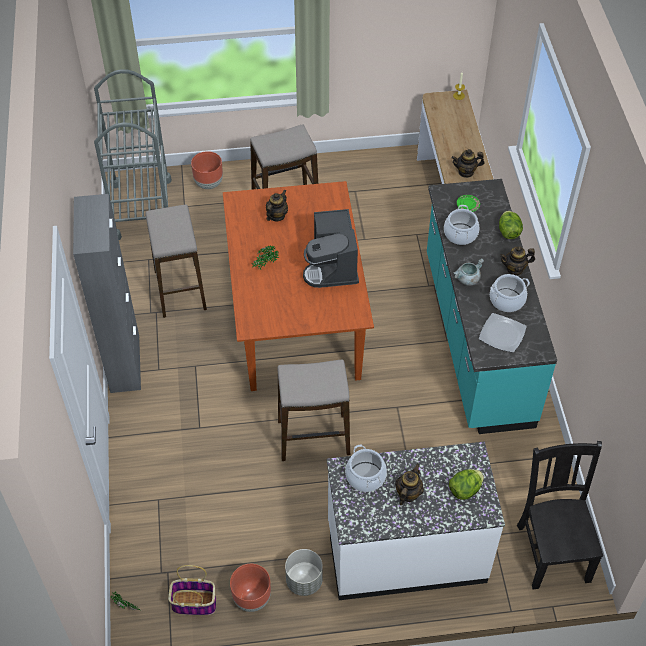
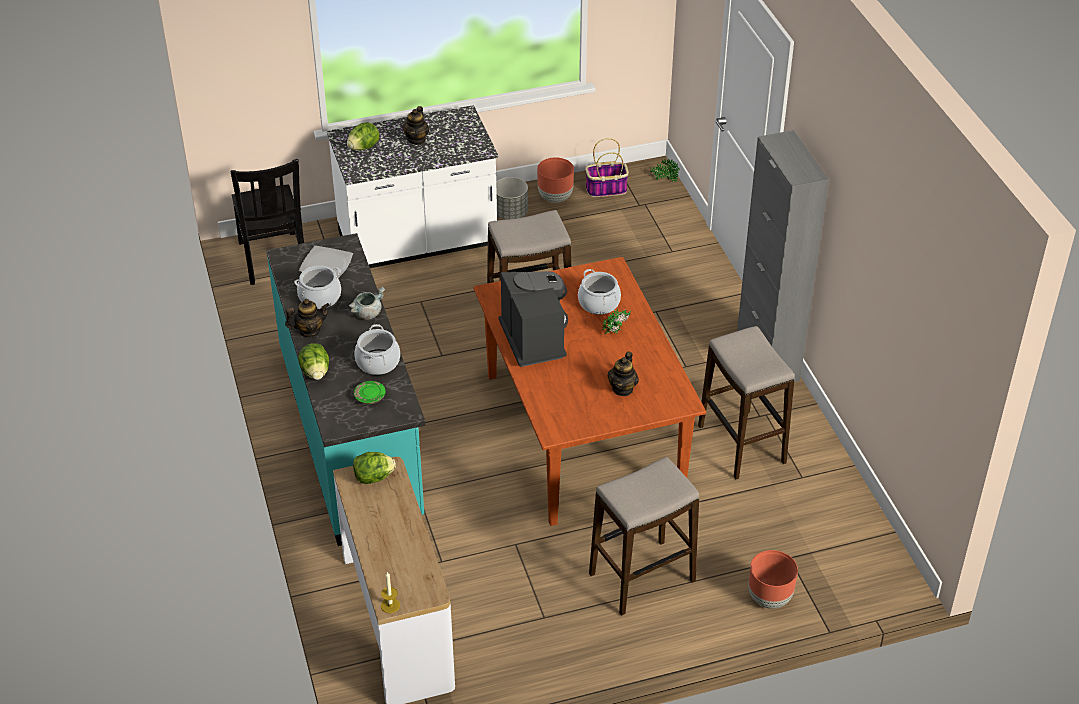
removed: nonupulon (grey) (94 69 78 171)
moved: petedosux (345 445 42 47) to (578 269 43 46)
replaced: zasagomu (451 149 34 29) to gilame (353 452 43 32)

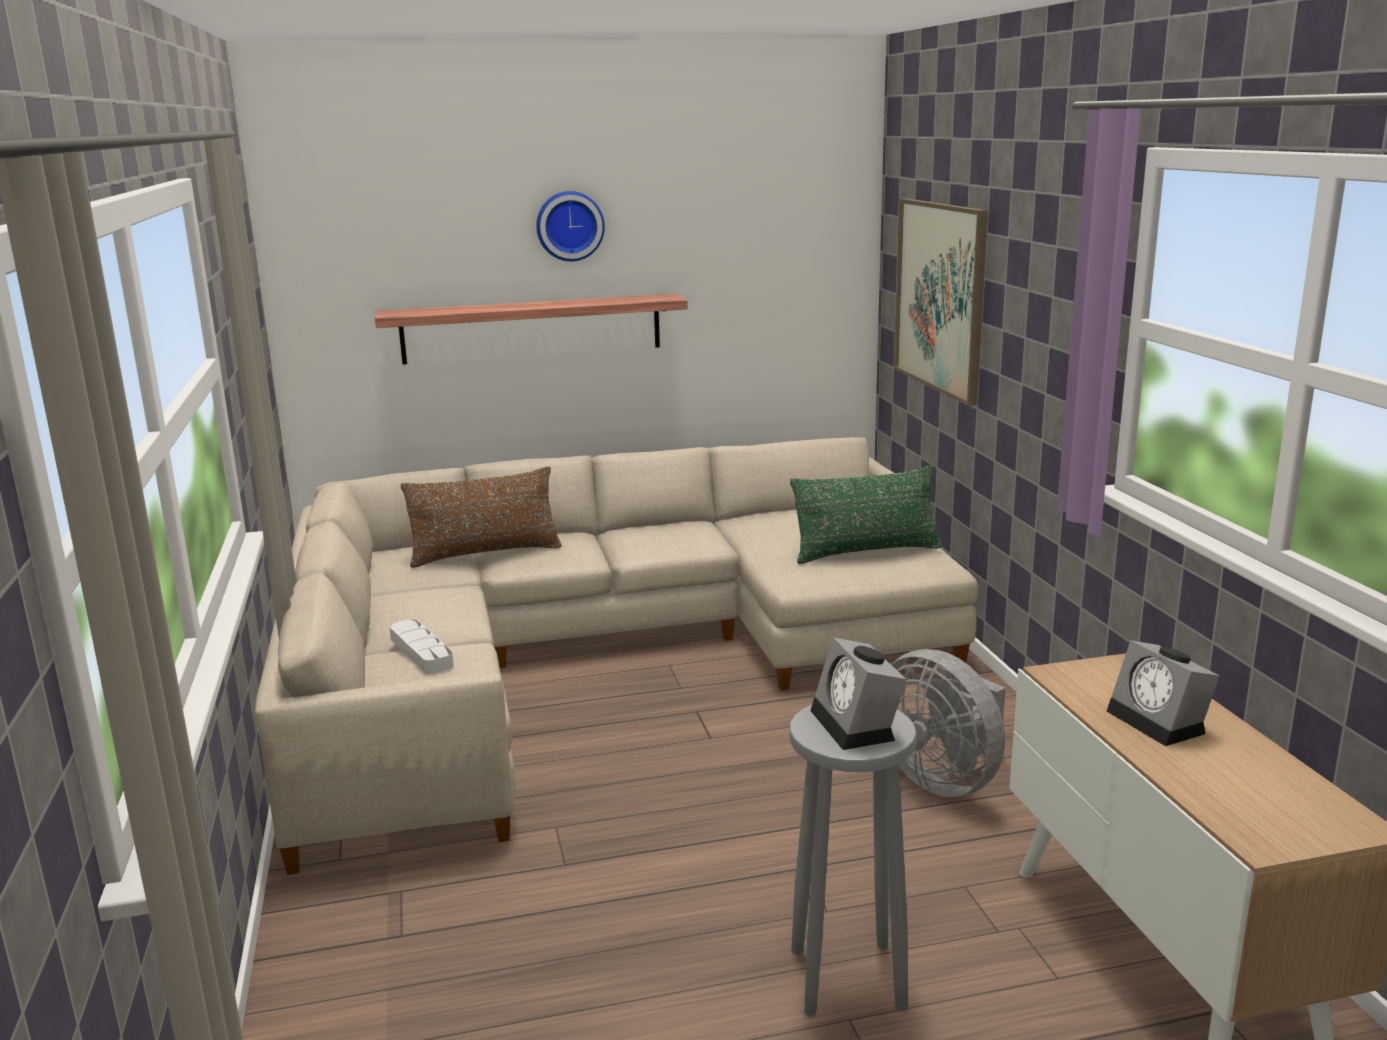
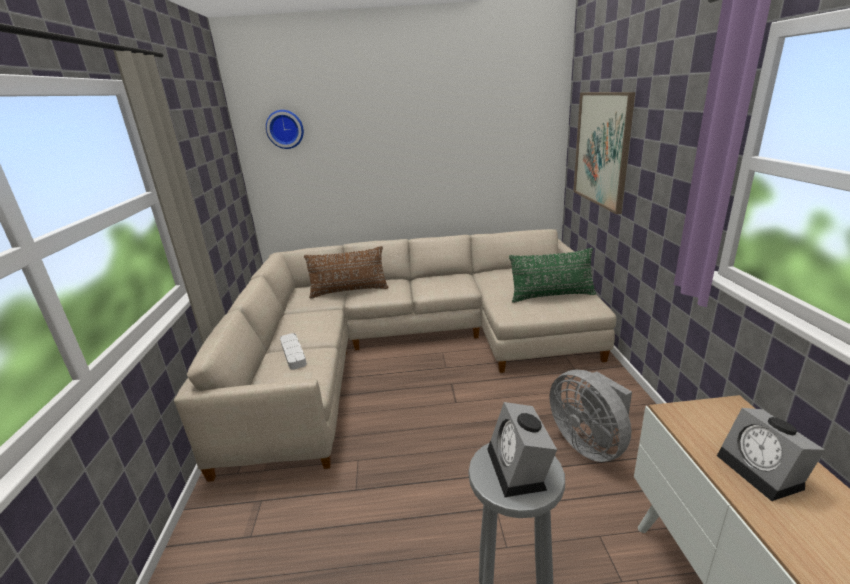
removed: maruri (375 294 313 71)
moved: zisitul (536 191 69 70) to (266 110 38 39)

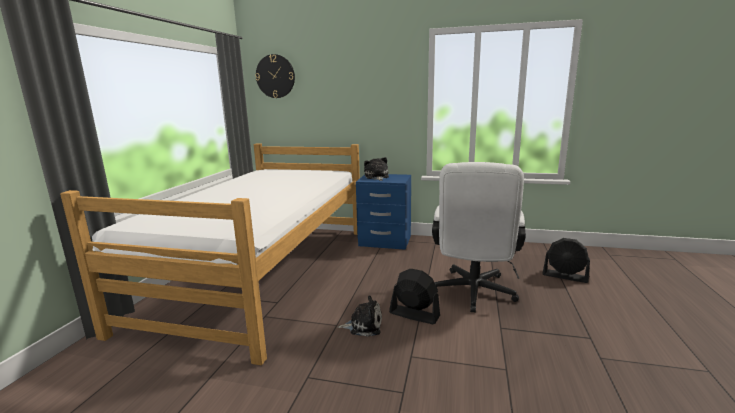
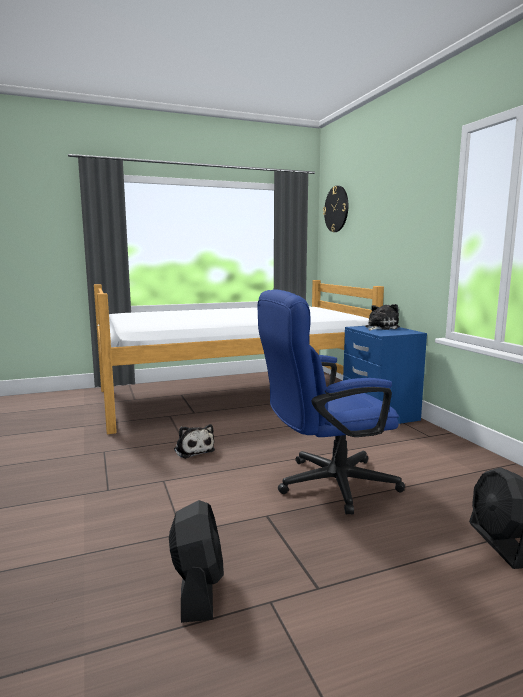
moved: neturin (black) (389 269 51 55) to (169 500 55 123)
recoloured: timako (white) (432 162 94 151) to timako (blue) (258 290 147 225)

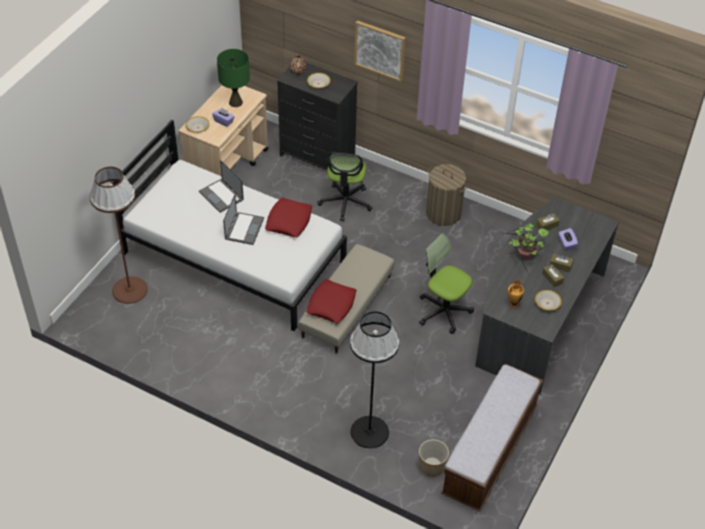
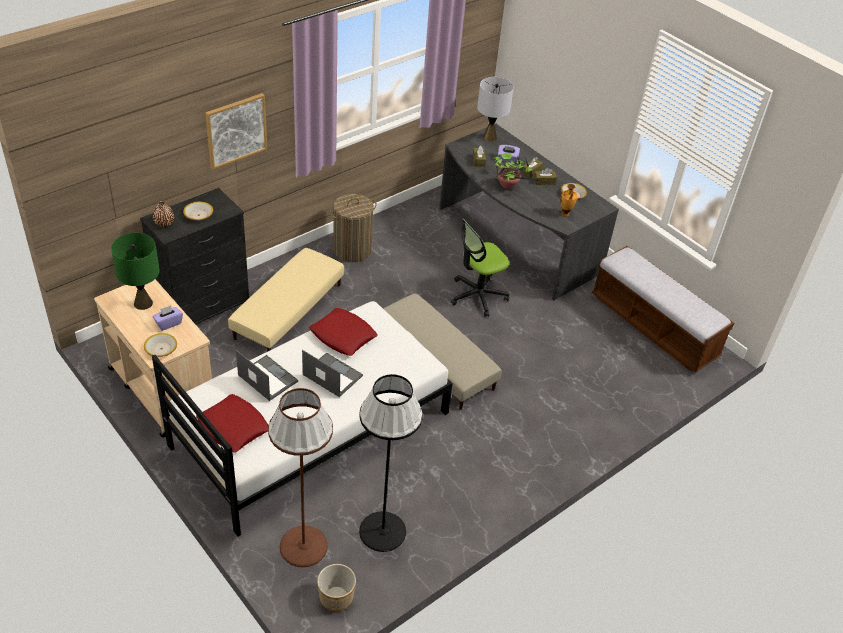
added: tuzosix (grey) (477 77 37 65)
moved: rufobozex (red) (306 279 50 45) to (196 394 72 59); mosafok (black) (350 311 50 138) to (359 374 64 178); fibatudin (419 439 30 37) to (317 564 39 48)
replaced: timako (317 152 55 69) to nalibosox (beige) (228 248 116 104)
turned: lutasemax (199 160 45 53) = (236 350 62 51) 120 degrees counterclockwise

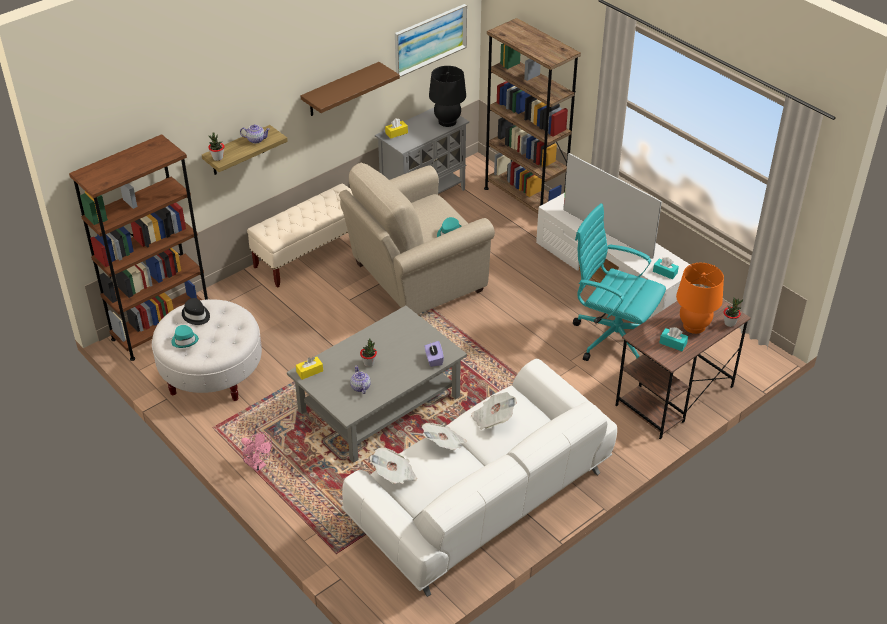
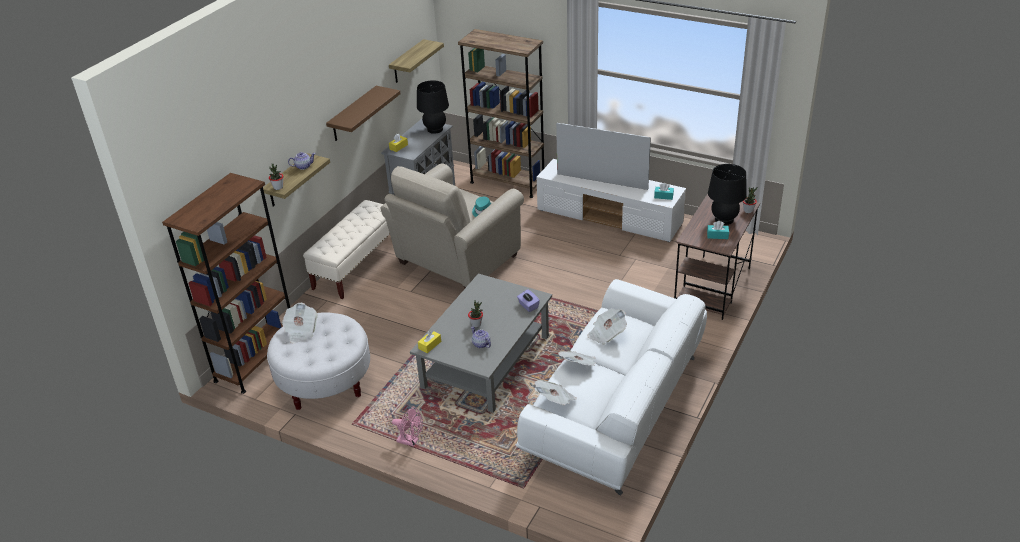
removed: timako (turquoise) (573 203 93 158); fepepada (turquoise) (172 325 27 23)
replaced: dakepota (395 4 72 73) to maruri (389 39 55 44); fepepada (black) (182 298 28 27) to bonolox (282 303 36 40)
recoloured: tuzosix (orange) (676 263 48 71) to tuzosix (black) (708 164 39 61)

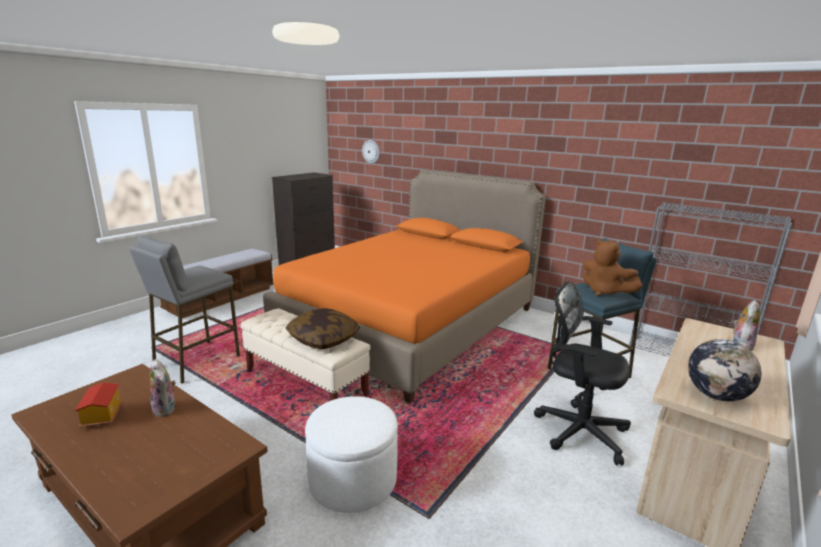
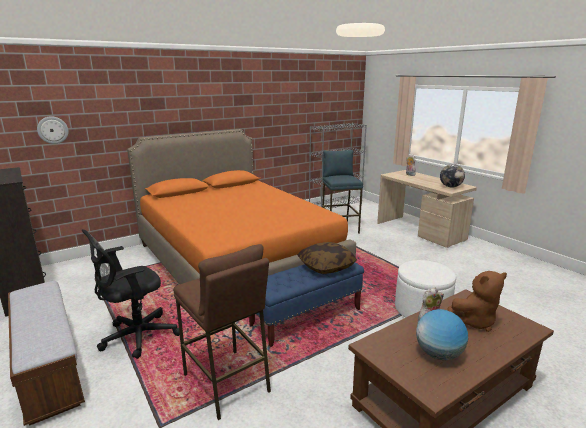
moved: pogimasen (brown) (583 239 59 57) to (447 271 60 61); timako (black) (534 282 97 183) to (82 229 98 130)
replaced: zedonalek (75 382 48 47) to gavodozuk (416 309 52 51)
recoloured: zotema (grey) (129 235 111 149) to zotema (brown) (173 244 98 176); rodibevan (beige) (241 308 129 93) to rodibevan (blue) (249 263 115 84)

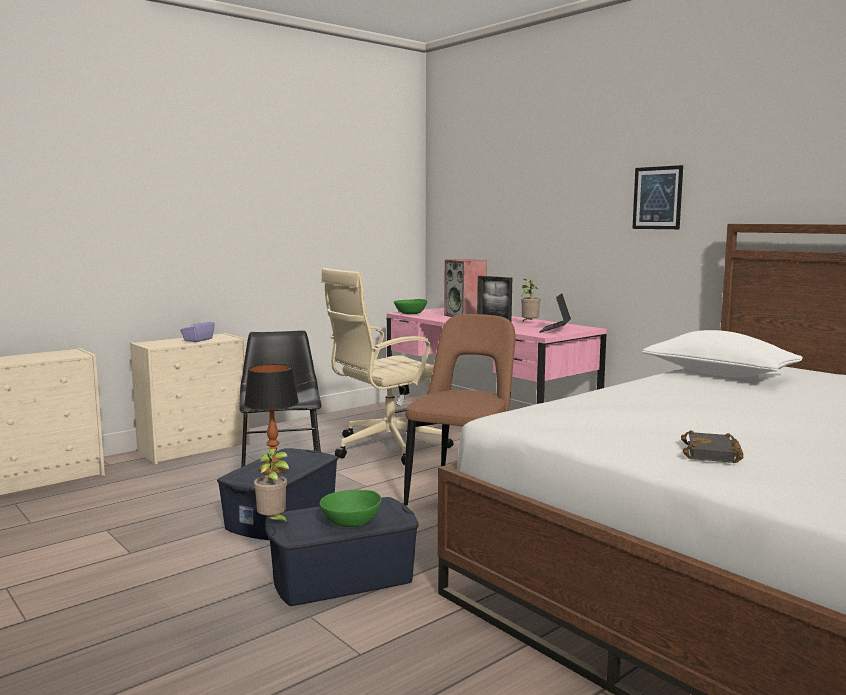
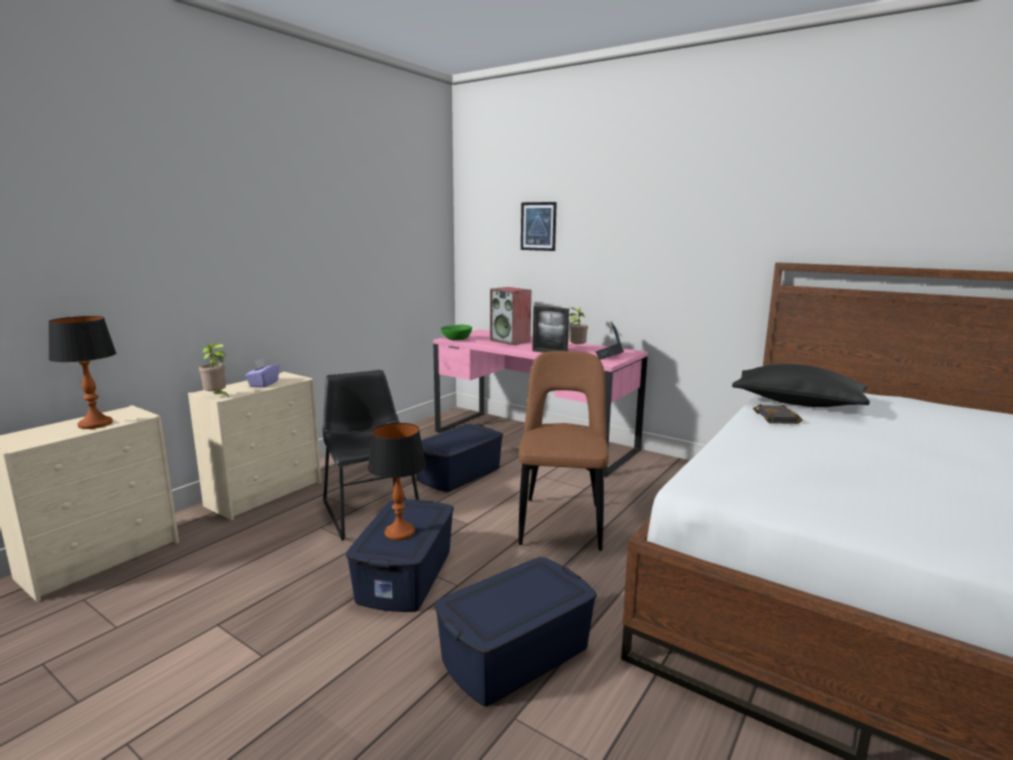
removed: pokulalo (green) (320 490 61 37)
added: tuzosix (48 316 68 113)
moved: dakepota (632 165 51 64) to (521 202 36 49); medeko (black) (681 430 63 33) to (753 404 50 20); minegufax (254 448 35 77) to (199 343 30 54)
replaced: timako (beige) (321 268 132 198) to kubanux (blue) (416 424 87 68)
recoloured: rufobozex (white) (642 330 161 47) to rufobozex (black) (732 364 138 43)

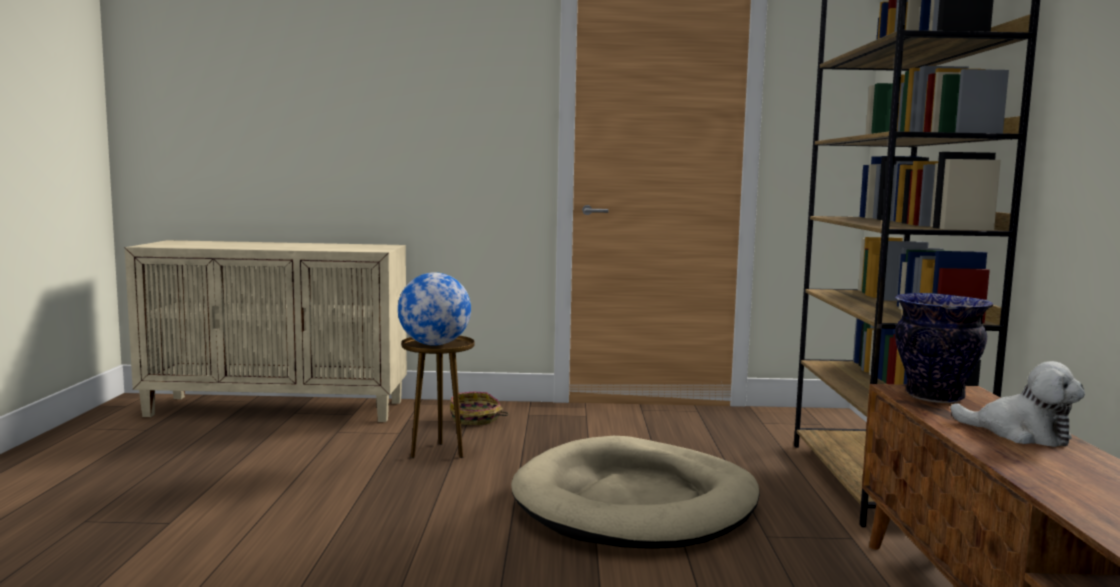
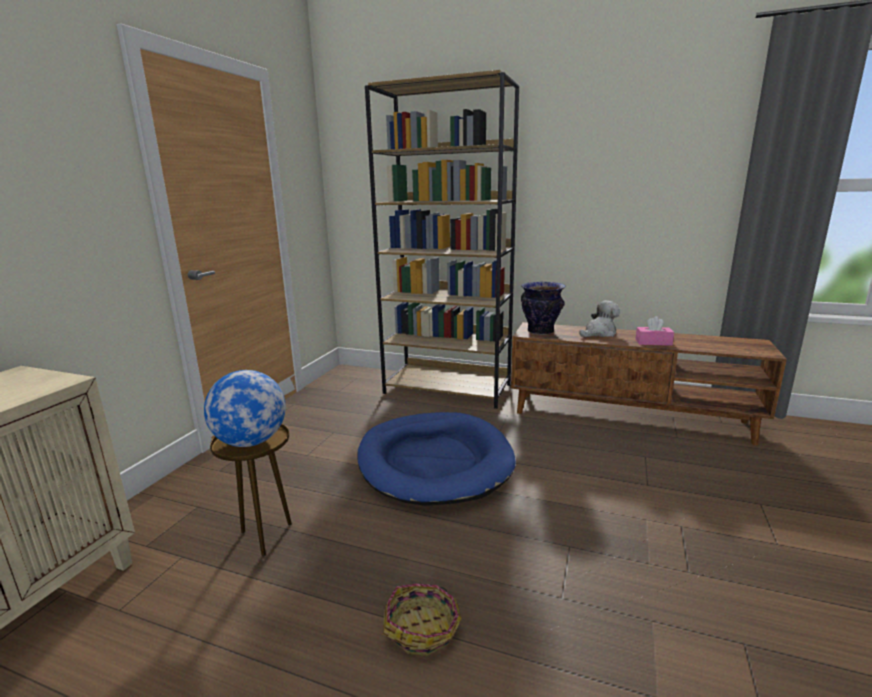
added: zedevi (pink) (635 316 39 30)
moved: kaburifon (450 392 58 33) to (383 584 79 72)
recoloured: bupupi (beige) (511 436 249 112) to bupupi (blue) (357 412 159 94)

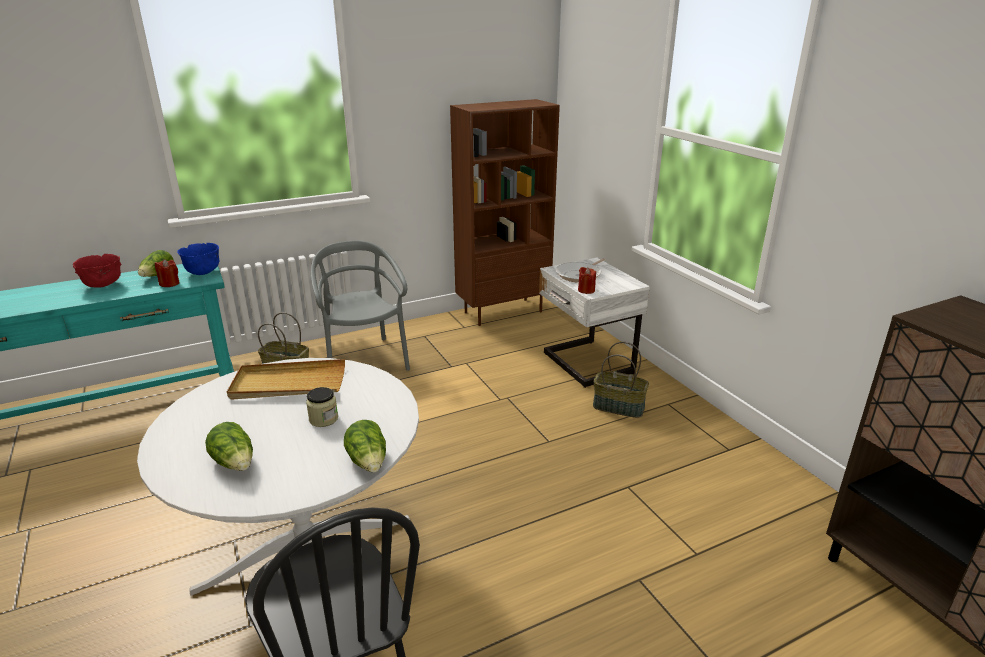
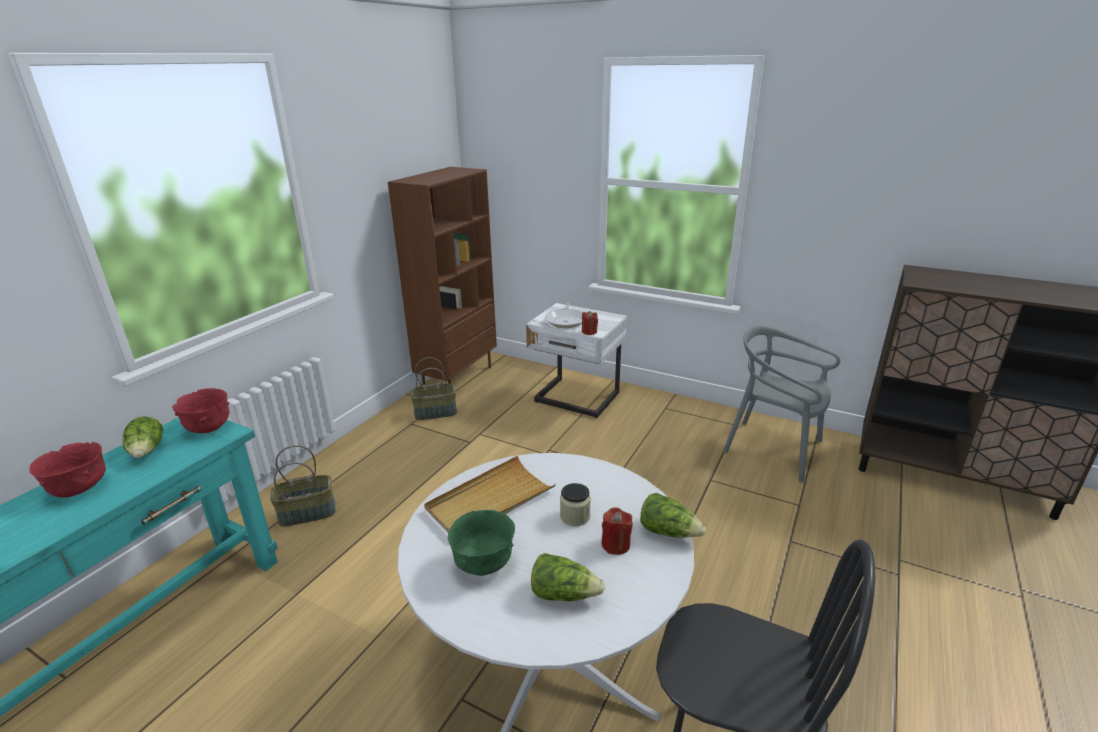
added: pokulalo (green) (448 510 67 66)
moved: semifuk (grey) (311 241 99 130) to (723 326 118 156); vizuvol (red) (155 259 25 28) to (601 507 32 48); kaburifon (593 342 56 76) to (410 357 47 63)
recoloured: pokulalo (blue) (177 243 42 32) to pokulalo (red) (172 388 58 45)

